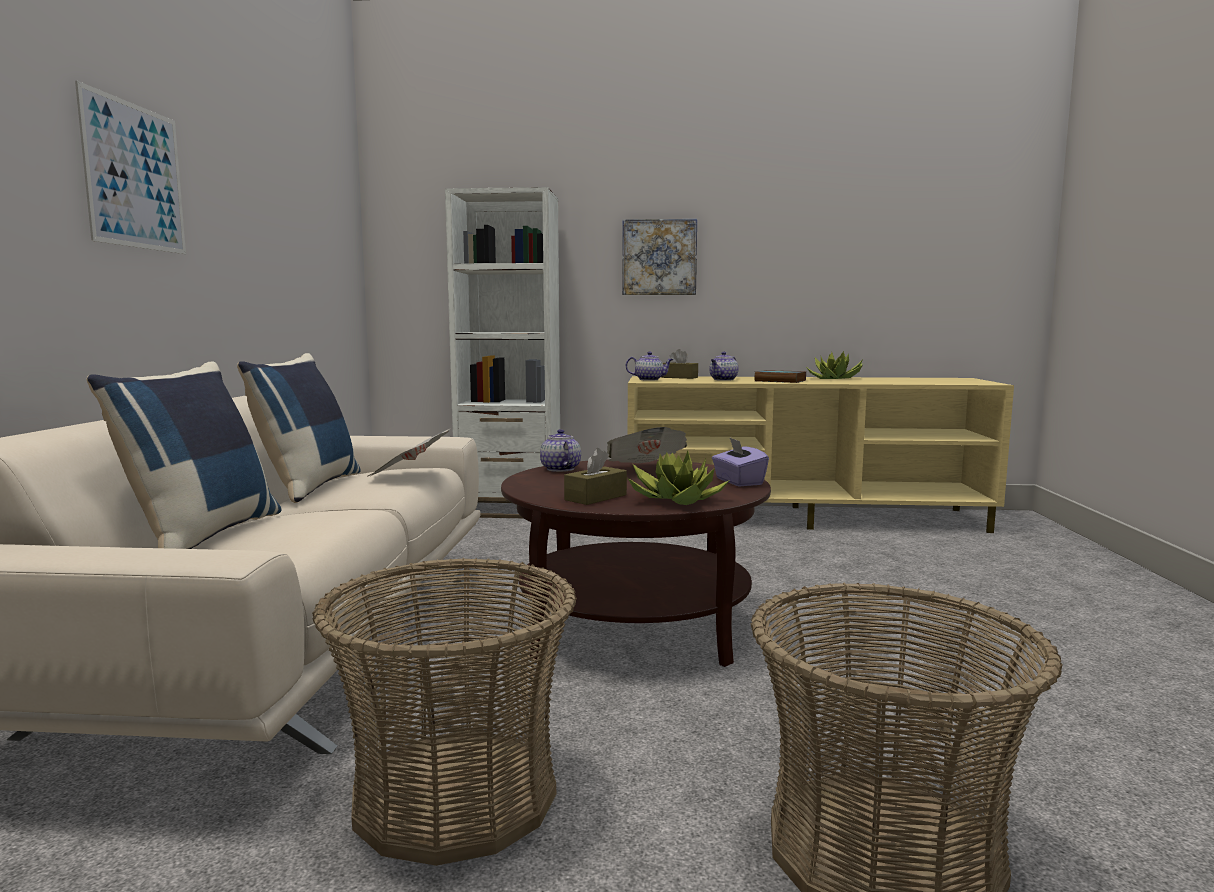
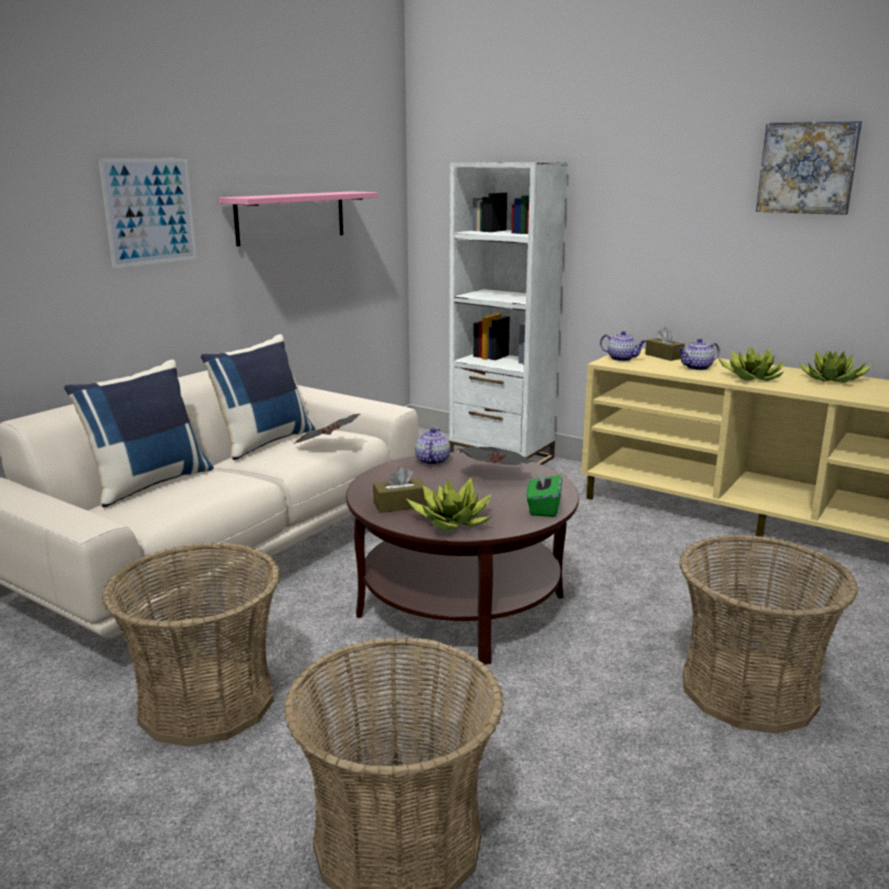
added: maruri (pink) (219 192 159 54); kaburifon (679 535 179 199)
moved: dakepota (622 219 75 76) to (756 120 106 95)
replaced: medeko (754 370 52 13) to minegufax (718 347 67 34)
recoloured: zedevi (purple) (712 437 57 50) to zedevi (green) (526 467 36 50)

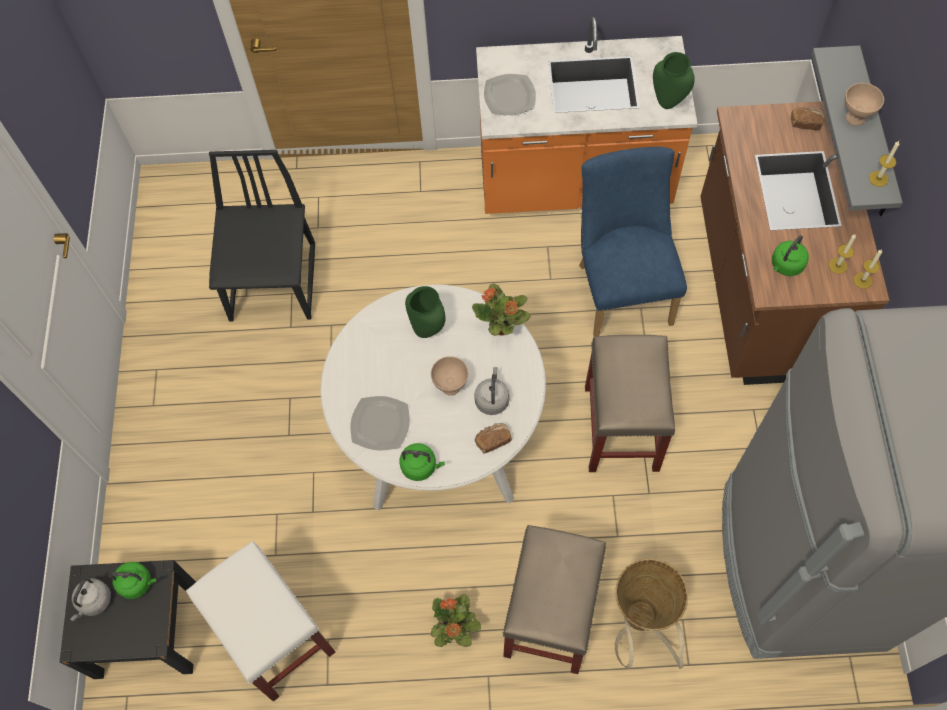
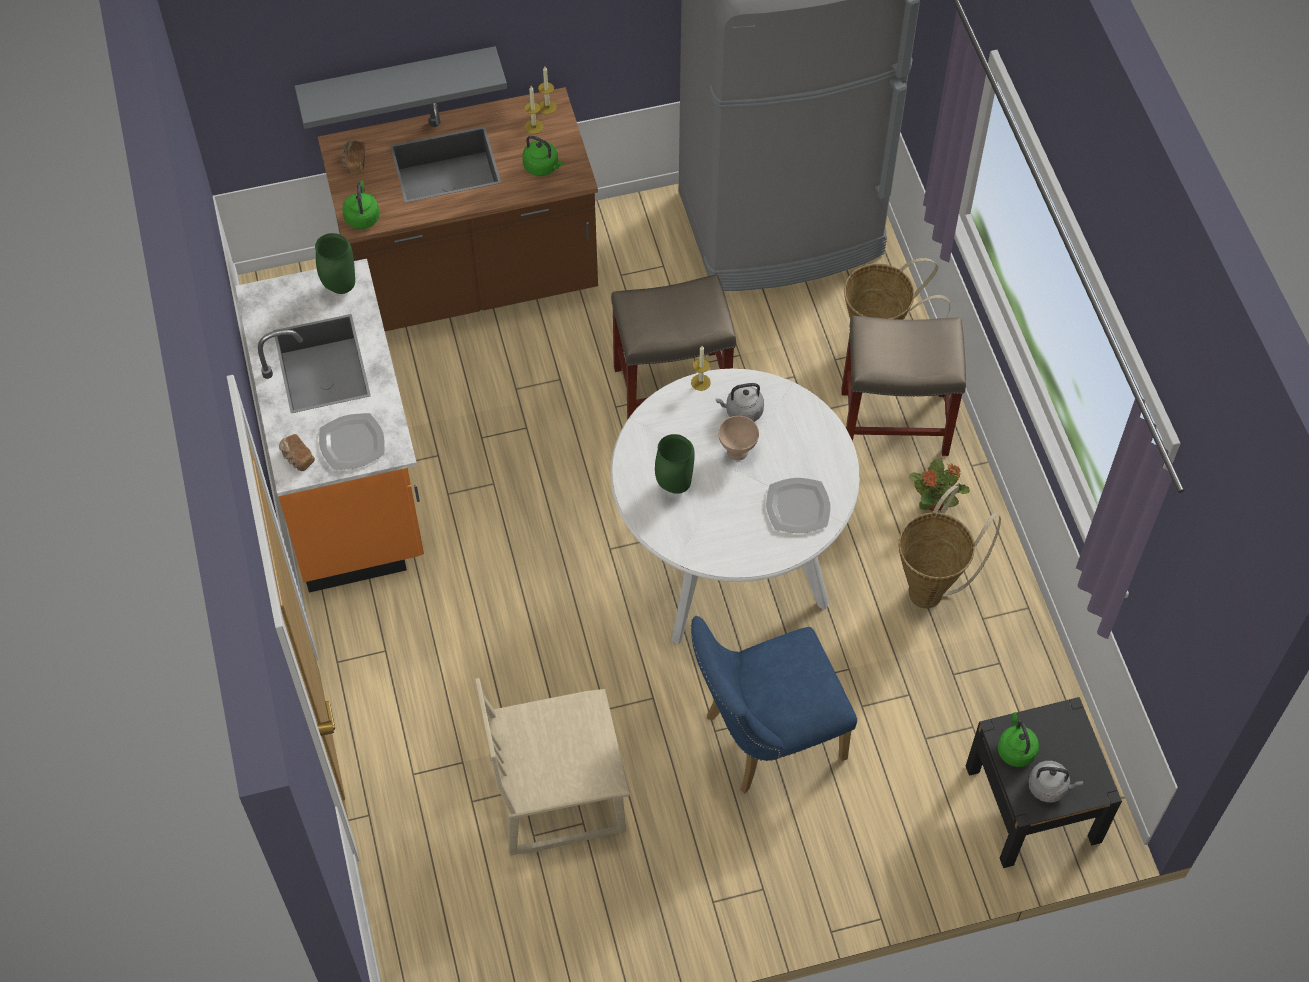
removed: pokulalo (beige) (845 83 39 43); minegufax (472 284 59 52); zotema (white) (186 541 149 161)
added: kaburifon (899 485 102 124)
moved: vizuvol (869 141 30 46) to (691 346 20 45); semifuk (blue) (579 147 108 189) to (691 616 166 177); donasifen (475 423 37 31) to (279 434 36 37); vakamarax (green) (400 443 45 38) to (342 181 38 48)
recoloured: semifuk (black) (209 150 106 171) to semifuk (beige) (475 678 155 178)

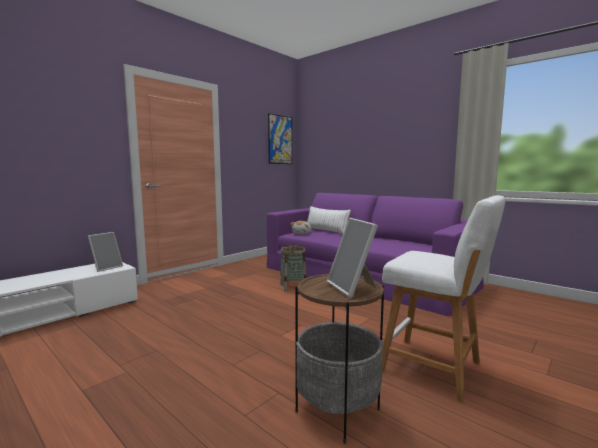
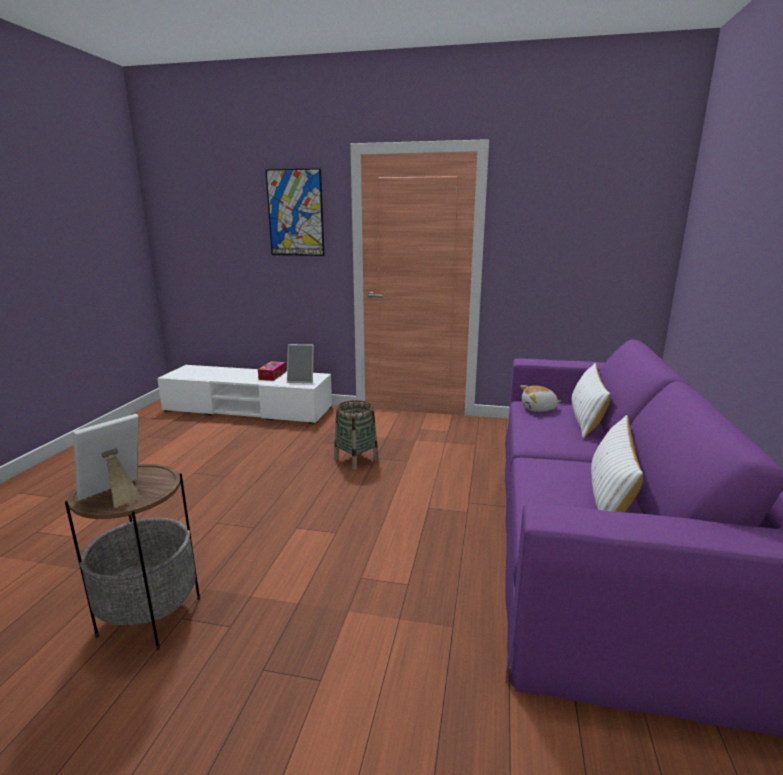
removed: zotema (white) (382 195 123 208)
added: zedevi (258 361 28 20); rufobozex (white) (591 415 52 97)
moved: dakepota (268 113 24 51) to (265 168 60 88); kaburifon (280 245 26 46) to (334 400 45 70)

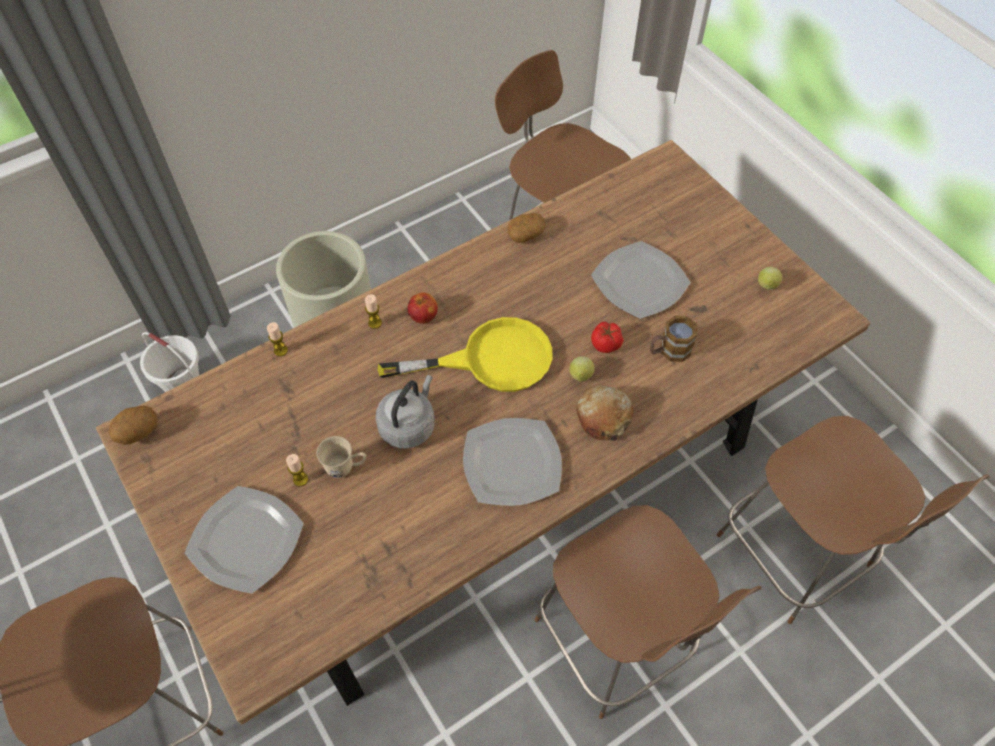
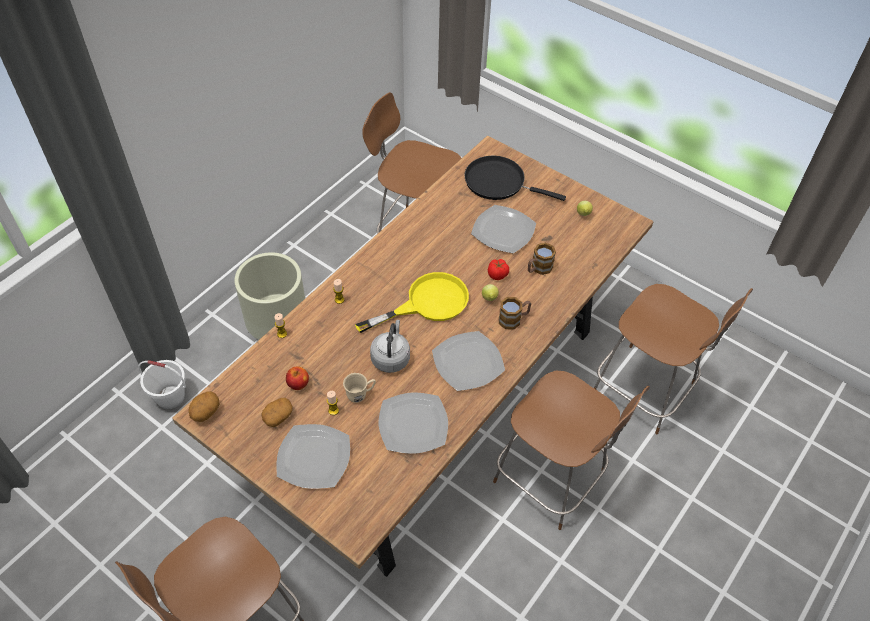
added: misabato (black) (465 156 101 45); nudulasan (379 392 69 62)
moved: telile (507 213 39 30) to (261 398 32 29); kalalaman (407 292 31 32) to (286 366 23 24)
replaced: donasifen (576 385 58 56) to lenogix (499 297 32 33)

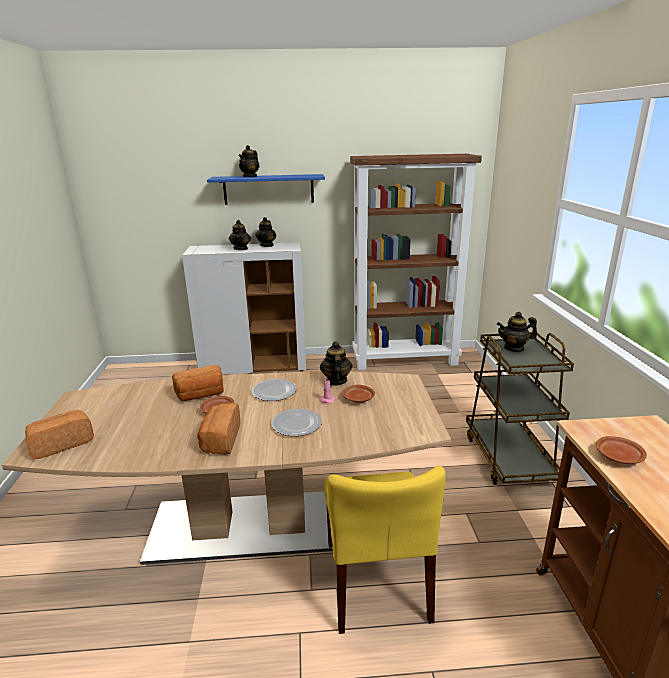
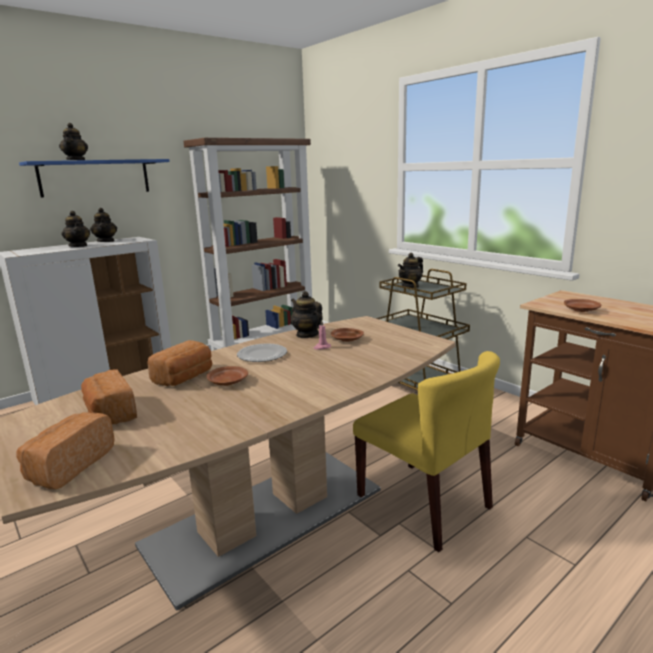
removed: nudulasan (271 409 51 27)
moved: donasifen (197 403 43 52) to (81 370 56 54)

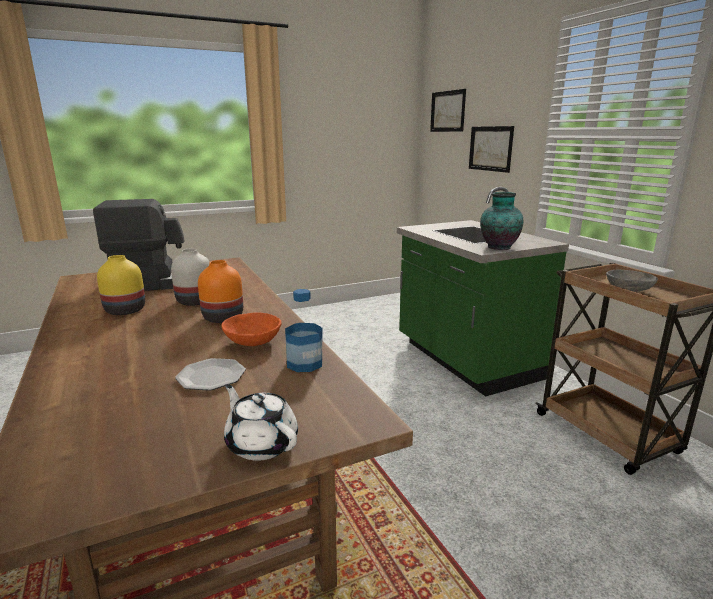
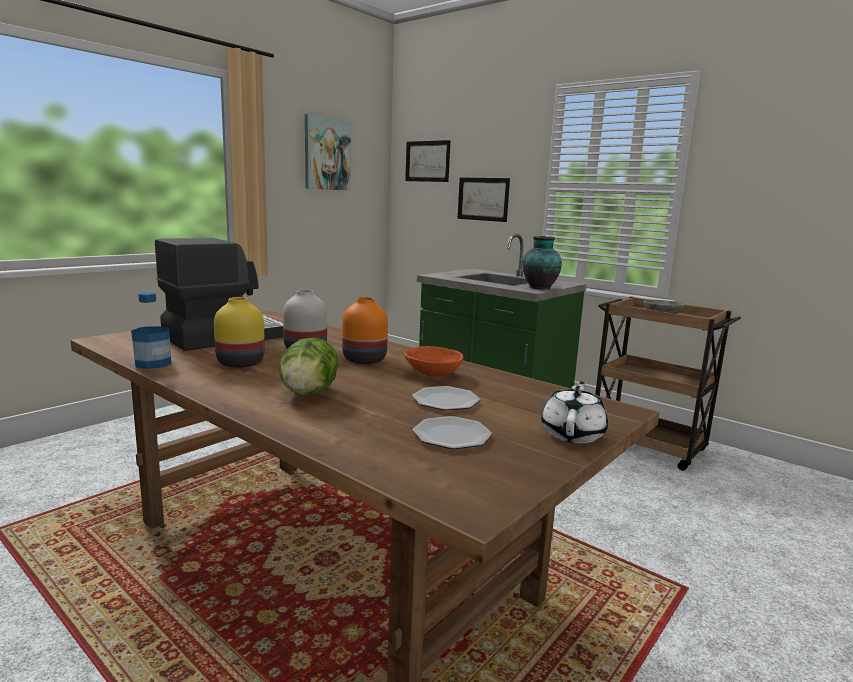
added: dakepota (305 114 46 77); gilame (279 338 60 58); nudulasan (413 416 79 33)
moved: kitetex (285 289 37 83) to (131 292 40 77)
turned: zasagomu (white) (224 384 74 77) = (541 381 67 62) 90 degrees clockwise

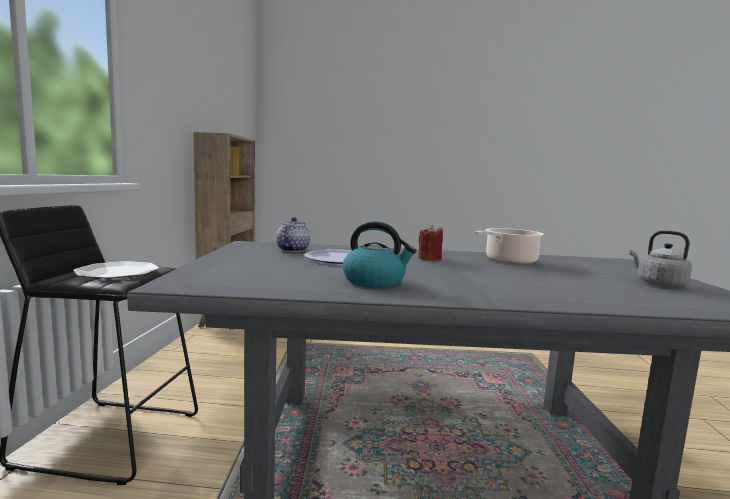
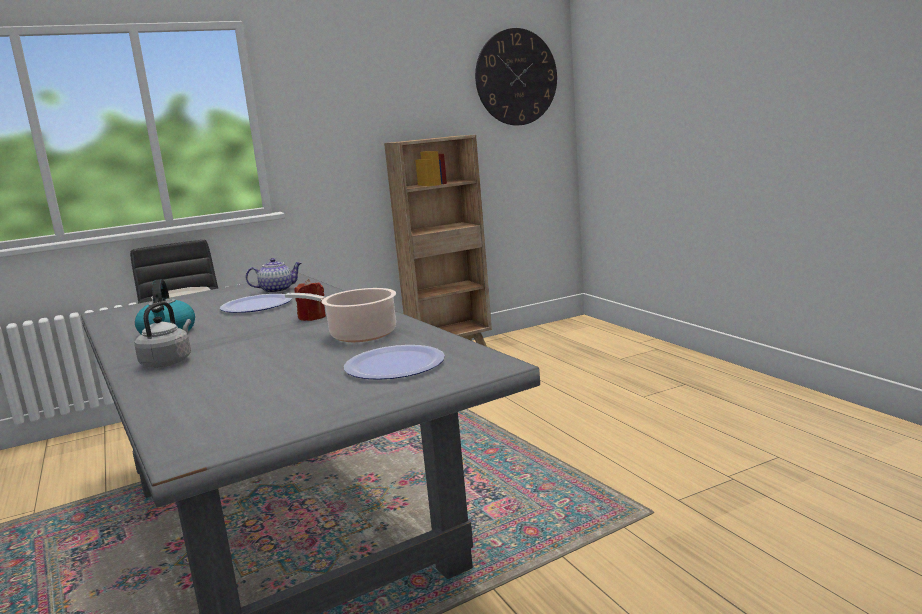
added: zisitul (475 28 82 97); nudulasan (344 345 101 35)
moved: vakamarax (grey) (629 231 63 56) to (134 301 57 66)

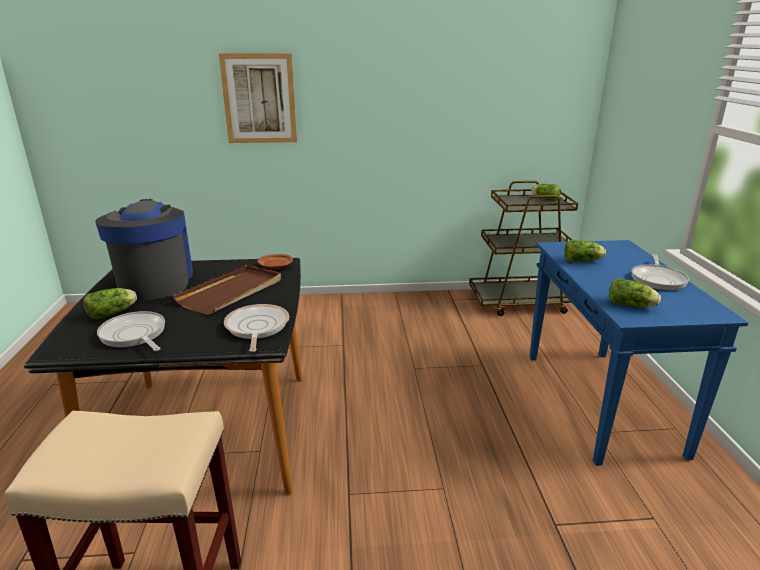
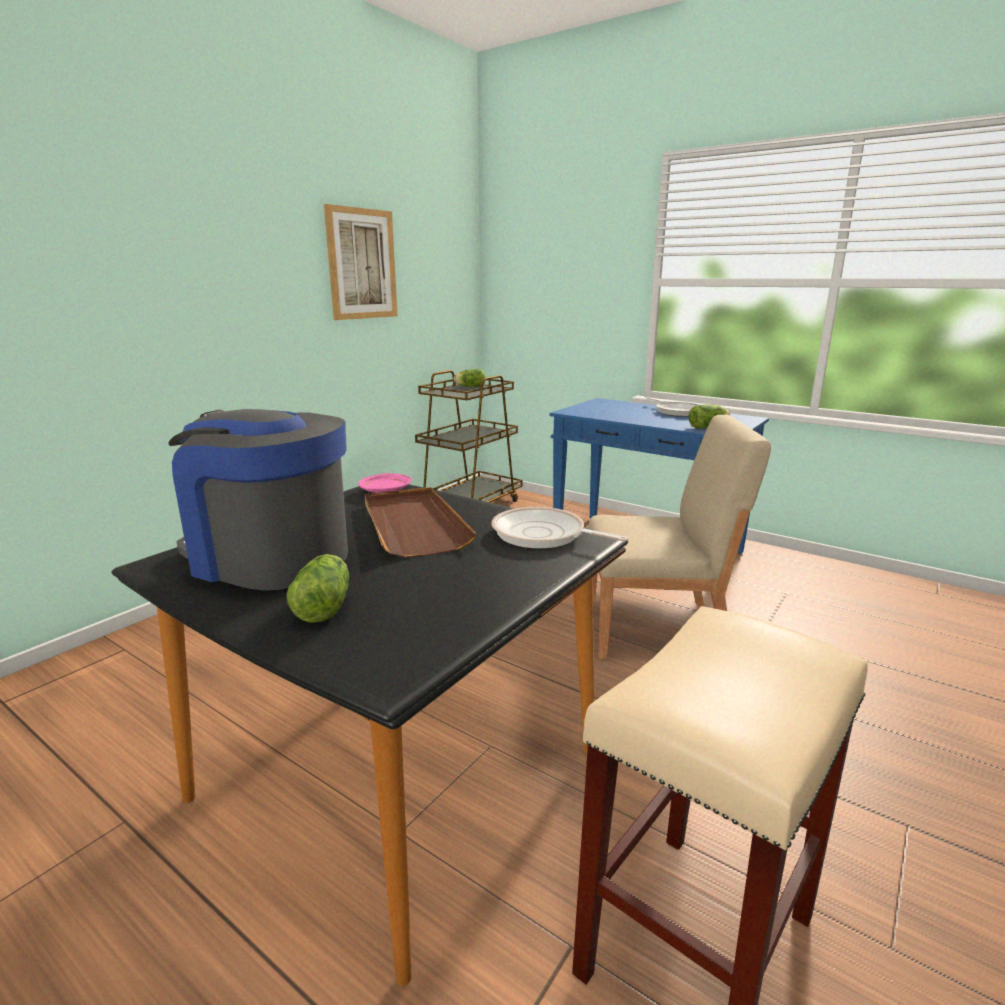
removed: gilame (564 240 42 22); misabato (97 311 68 40)
added: semifuk (beige) (588 415 183 244)
moved: dakepota (219 53 78 90) to (324 204 74 116)
recoloured: nudulasan (brown) (257 254 36 15) to nudulasan (pink) (358 473 53 20)

